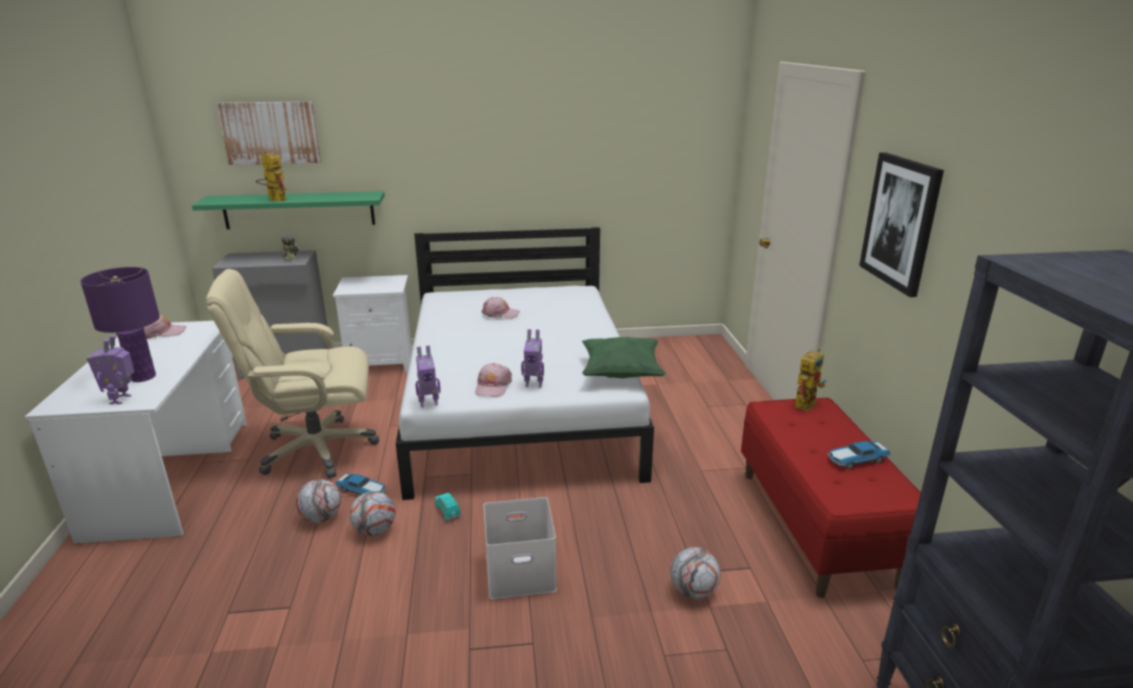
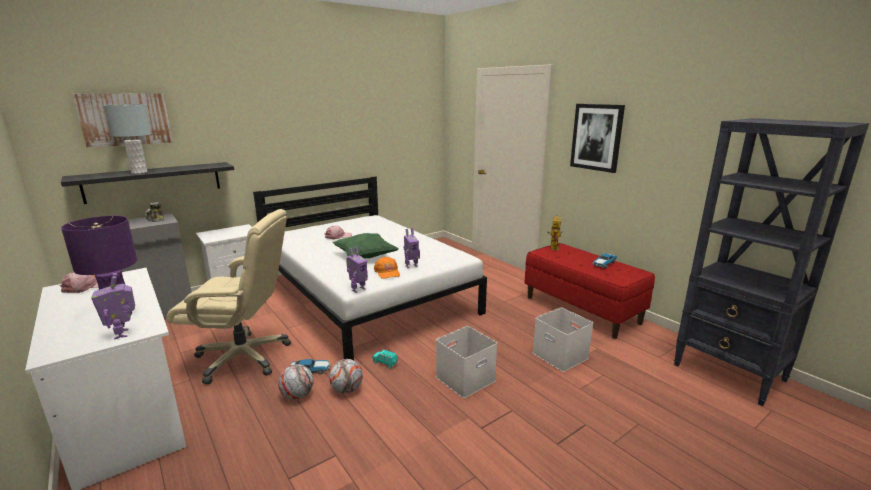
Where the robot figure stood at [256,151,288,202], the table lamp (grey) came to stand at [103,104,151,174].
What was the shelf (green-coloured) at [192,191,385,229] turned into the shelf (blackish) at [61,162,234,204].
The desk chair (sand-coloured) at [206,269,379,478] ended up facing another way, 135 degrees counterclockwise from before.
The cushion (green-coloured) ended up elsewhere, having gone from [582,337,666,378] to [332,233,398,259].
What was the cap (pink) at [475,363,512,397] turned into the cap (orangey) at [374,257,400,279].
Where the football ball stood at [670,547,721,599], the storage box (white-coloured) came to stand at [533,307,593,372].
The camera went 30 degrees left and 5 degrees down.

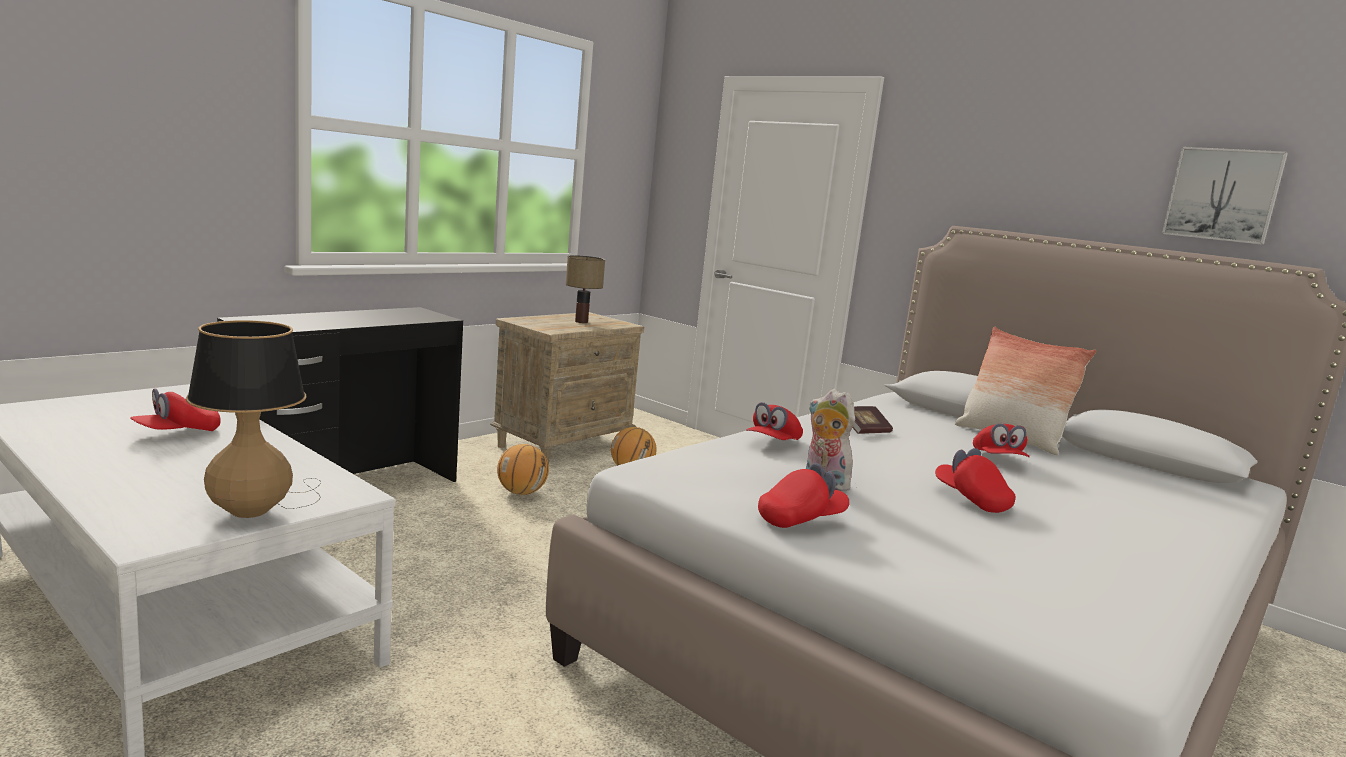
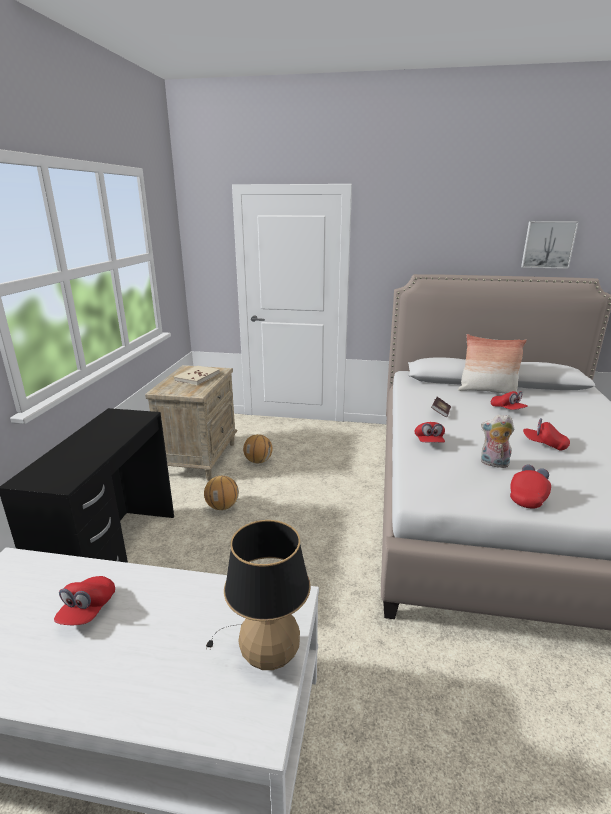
Where the table lamp stood at [566,255,605,323], the volume (sand-coloured) came to stand at [174,366,220,385].
The camera went 30 degrees left and 10 degrees up.

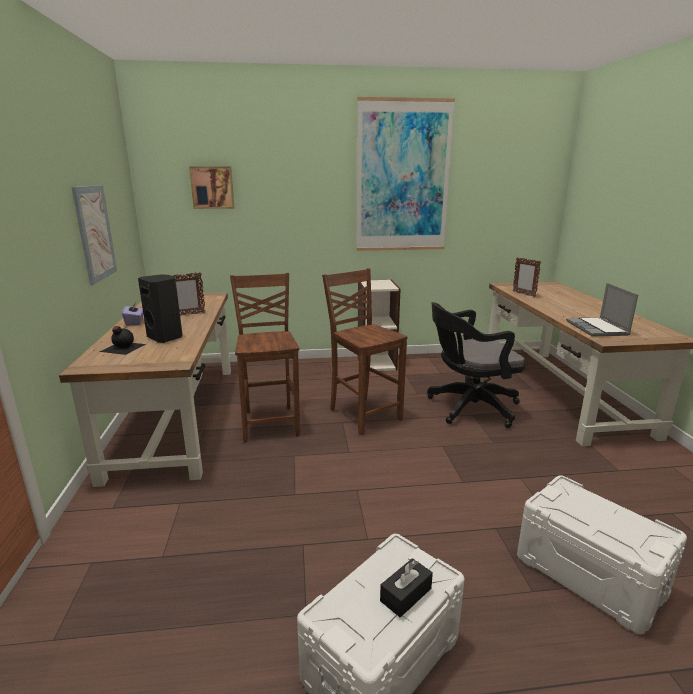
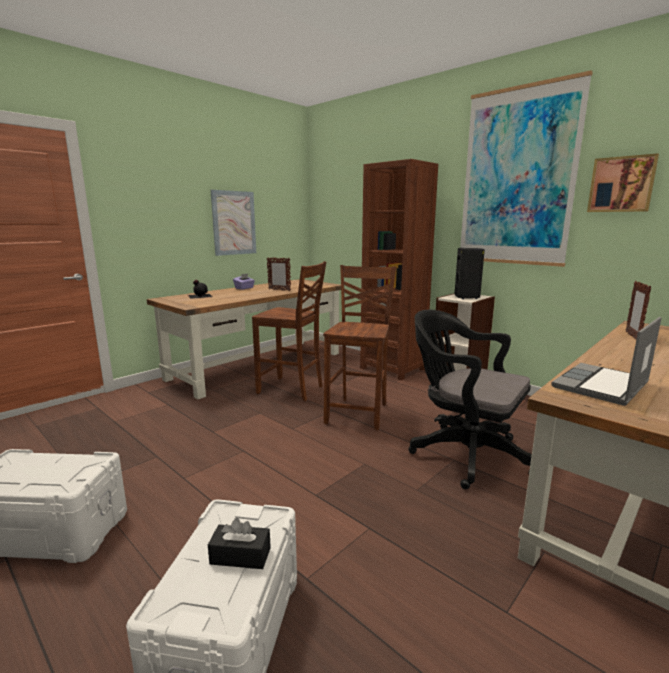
The wall picture ended up elsewhere, having gone from [189,167,234,209] to [587,153,659,212].
The chair (brown) at [230,273,300,443] ended up facing another way, 75 degrees clockwise from before.
The loudspeaker (blackish) ended up elsewhere, having gone from [138,275,182,343] to [454,248,485,299].
The tissue box (blackish) ended up elsewhere, having gone from [380,558,433,617] to [208,518,271,569].
The second view gained the shelving unit (brown) at [360,159,438,381].
The camera went 50 degrees right and 5 degrees down.

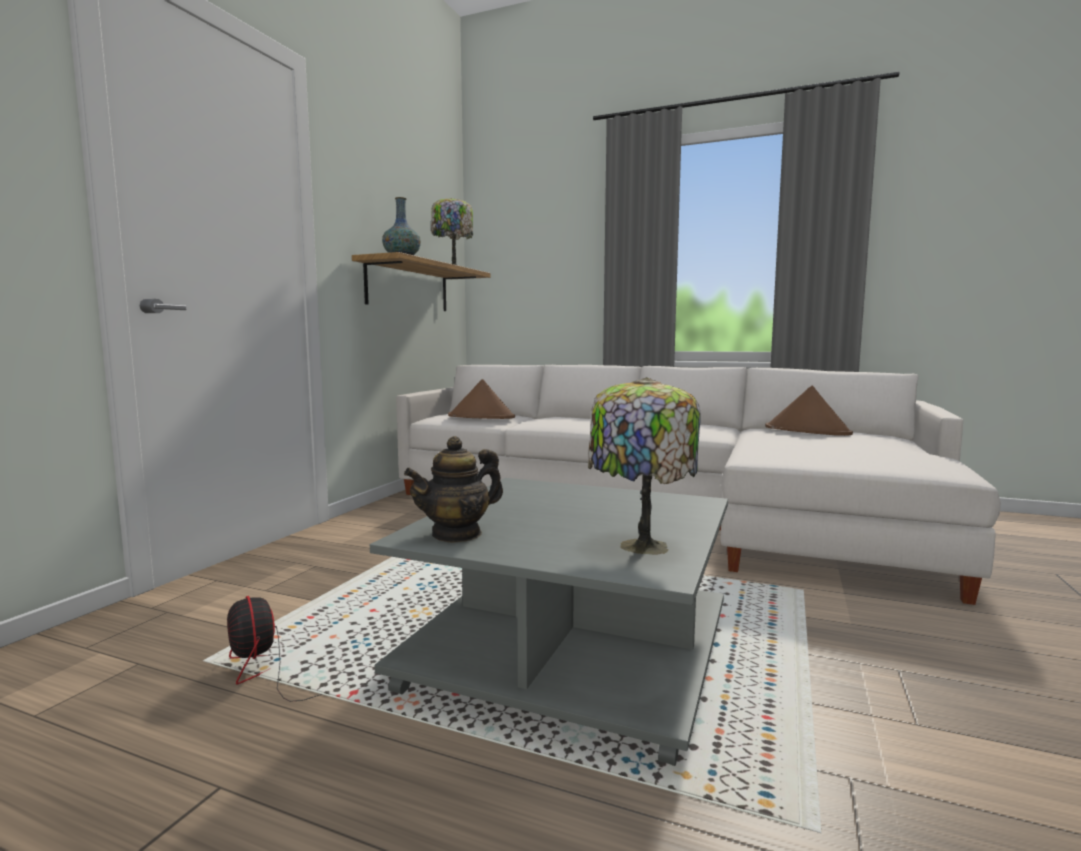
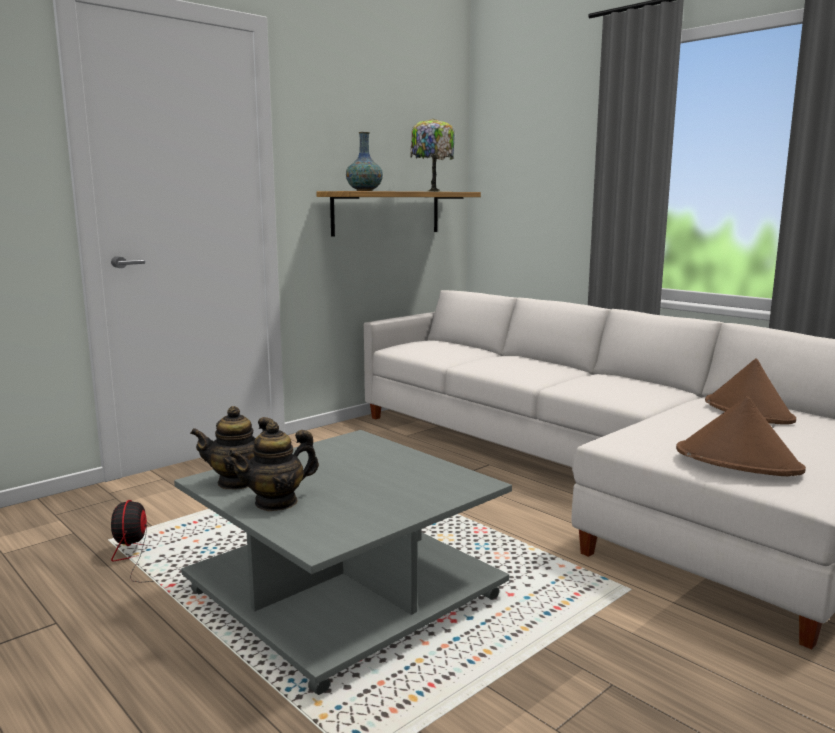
The second view lost the table lamp at [588,377,701,555].
The clothing hat (brown) ended up elsewhere, having gone from [448,379,515,419] to [676,396,806,476].
The second view gained the teapot at [228,421,319,511].
The camera went 25 degrees right and 5 degrees up.

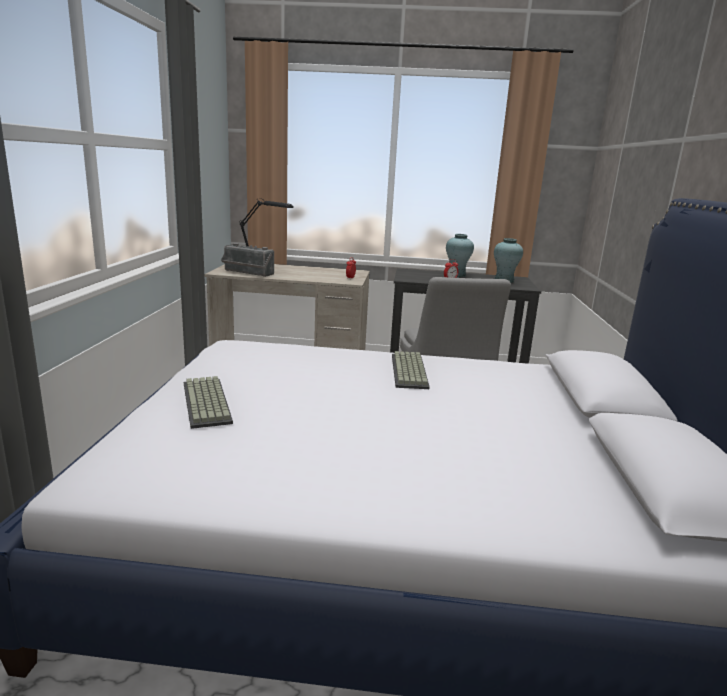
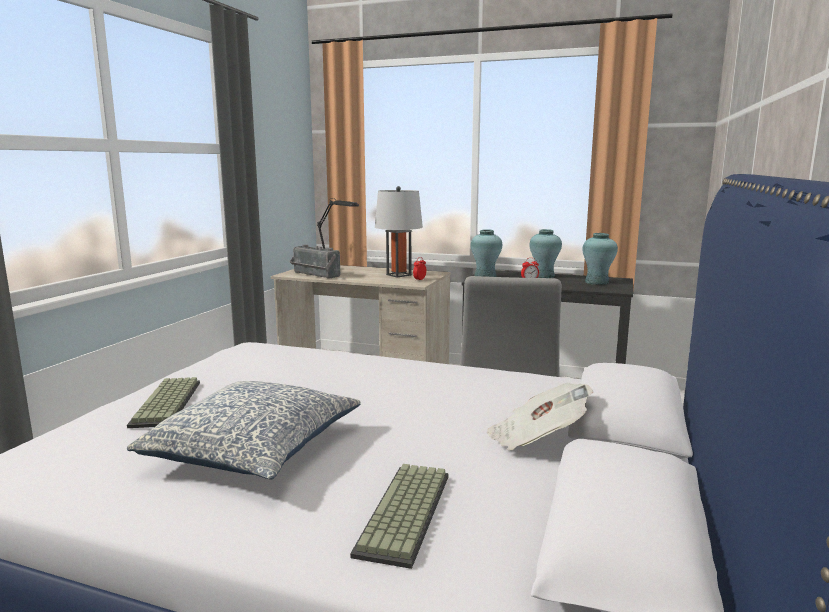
The PC keyboard ended up elsewhere, having gone from [392,351,429,389] to [350,464,448,569].
The second view gained the table lamp (grey) at [375,186,423,278].
The second view gained the decorative vase (turquoise-coloured) at [471,229,502,277].
The second view gained the cushion at [127,381,361,480].
The second view gained the daily paper at [486,382,593,451].
The camera went 15 degrees right and 5 degrees down.

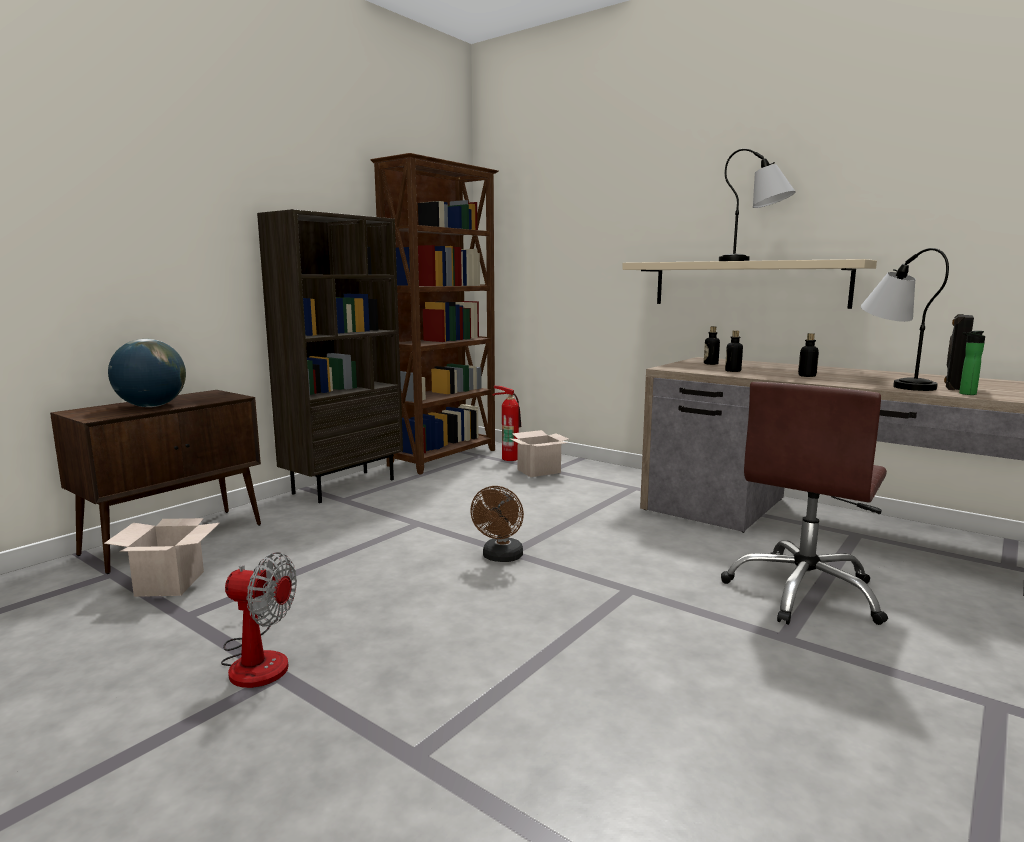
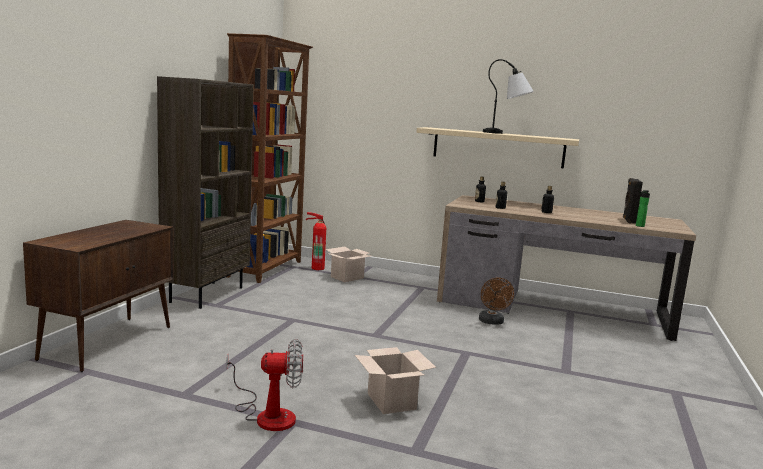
The second view lost the table lamp at [861,248,949,391].
The second view lost the globe at [108,339,186,407].
The second view lost the desk chair (brown) at [721,382,888,625].
The cooling fan (brown) ended up elsewhere, having gone from [470,486,524,562] to [479,277,514,325].
The packing box ended up elsewhere, having gone from [104,518,220,597] to [355,347,436,414].
The camera went 20 degrees left and 0 degrees up.

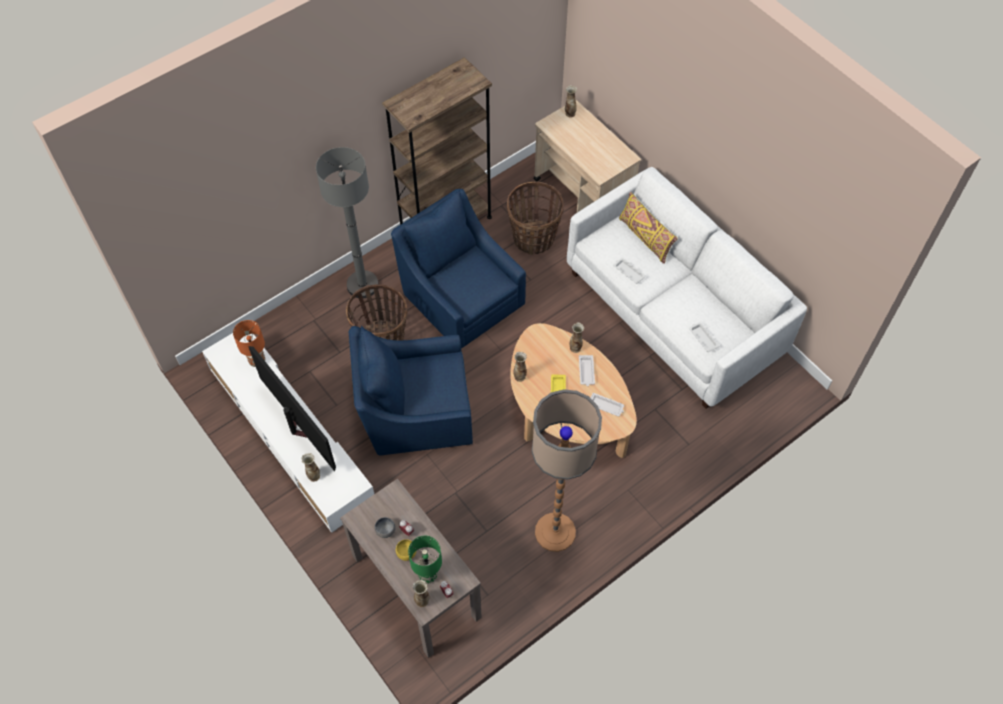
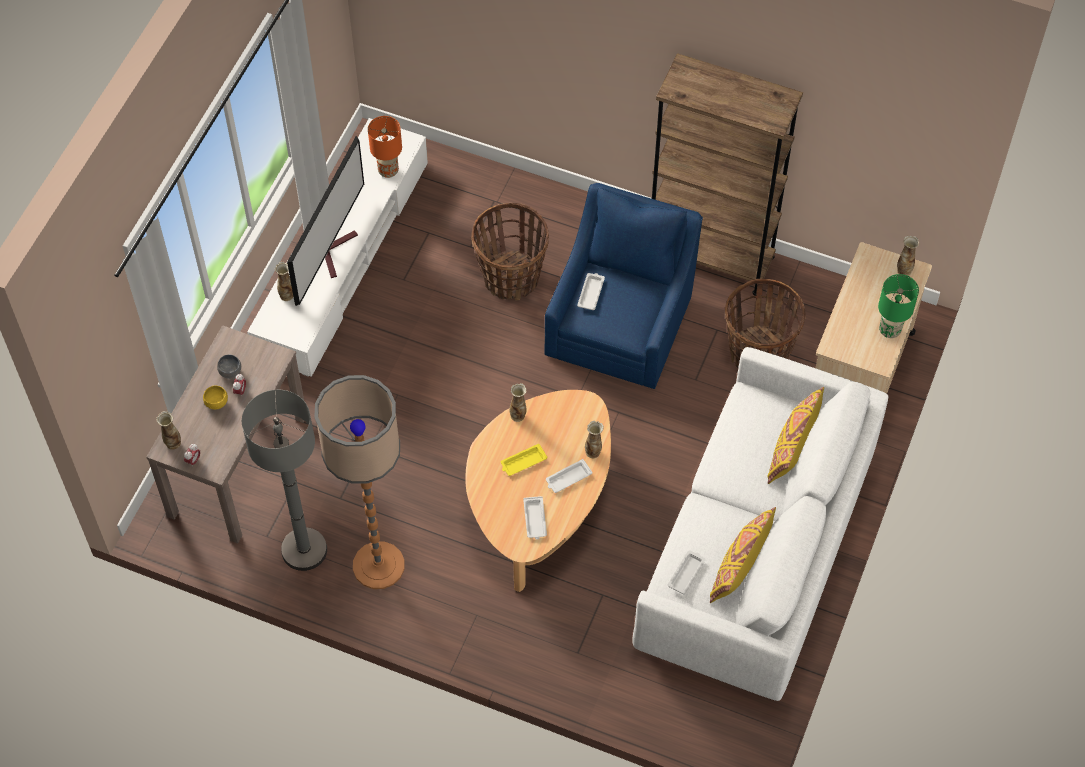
The standing lamp (grey) ended up elsewhere, having gone from [316,147,379,298] to [242,390,327,571].
The serving tray (white-coloured) ended up elsewhere, having gone from [613,258,646,284] to [577,273,605,310].
The second view lost the armchair (blue) at [349,326,473,455].
The table lamp (green-coloured) ended up elsewhere, having gone from [408,536,442,583] to [878,274,919,338].
The second view gained the cushion (yellow-coloured) at [710,507,776,603].
The camera went 60 degrees right and 0 degrees up.

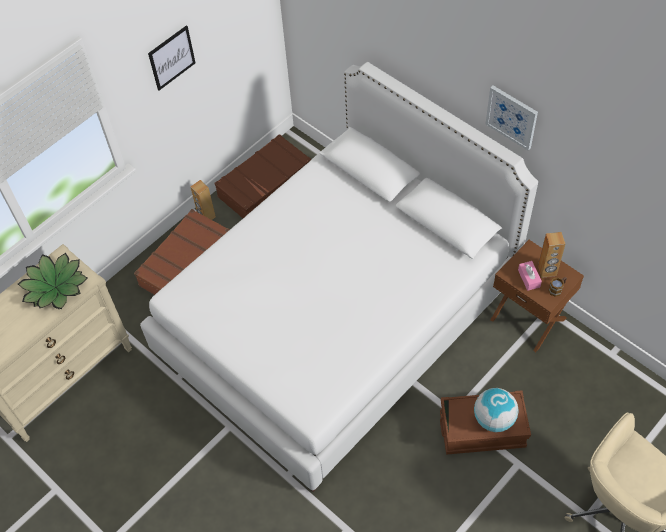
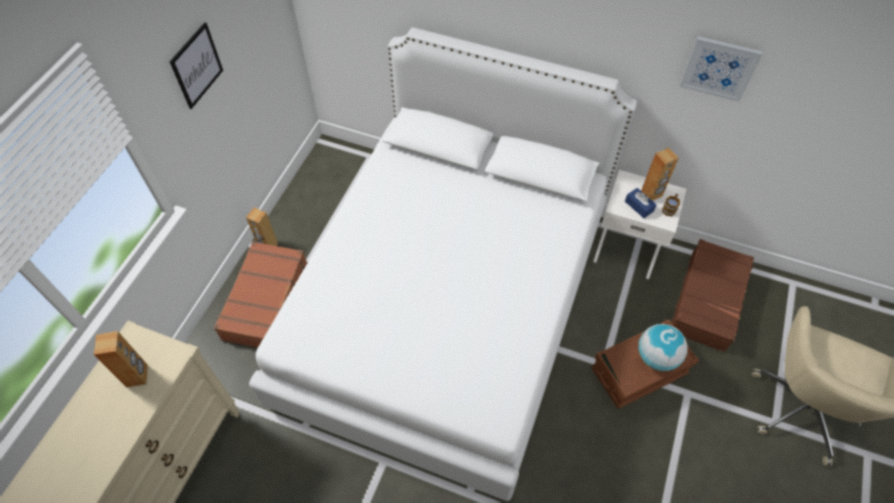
The wall picture ended up elsewhere, having gone from [485,86,538,151] to [679,36,763,102].
The travel case (brown) ended up elsewhere, having gone from [214,134,311,218] to [671,239,754,352].
What was the night table (brown) at [491,240,584,352] turned into the night table (white-coloured) at [593,170,686,279].
Where the potted plant stood at [18,253,88,309], the loudspeaker (brown) came to stand at [94,331,148,387].
What was the tissue box (pink) at [518,261,542,291] turned into the tissue box (blue) at [625,188,657,218].
The camera went 25 degrees left and 0 degrees up.

